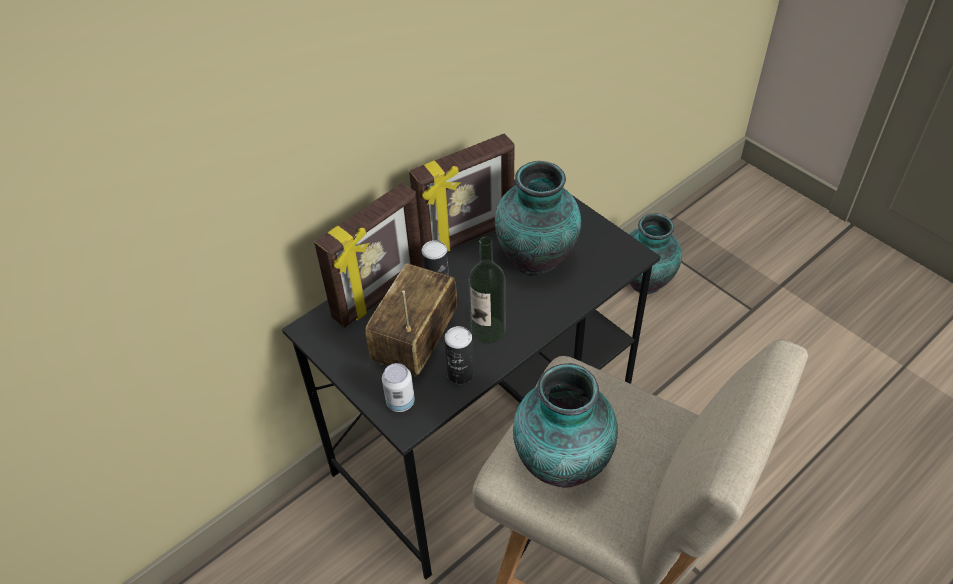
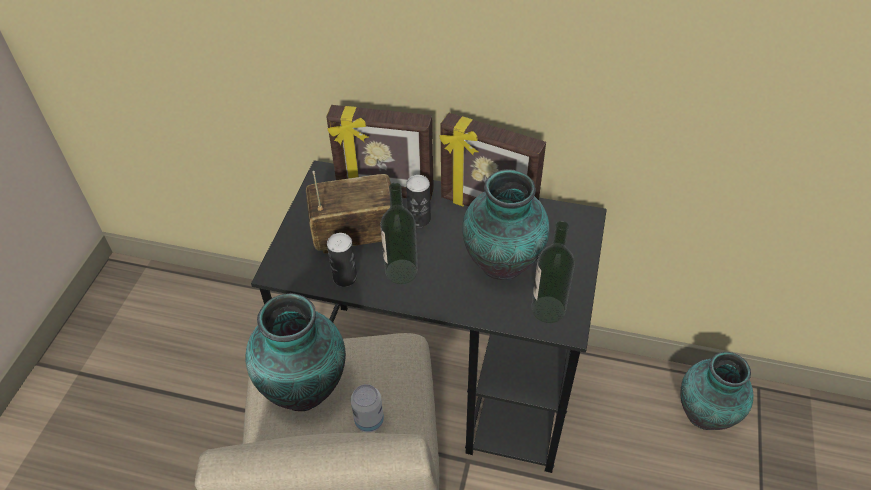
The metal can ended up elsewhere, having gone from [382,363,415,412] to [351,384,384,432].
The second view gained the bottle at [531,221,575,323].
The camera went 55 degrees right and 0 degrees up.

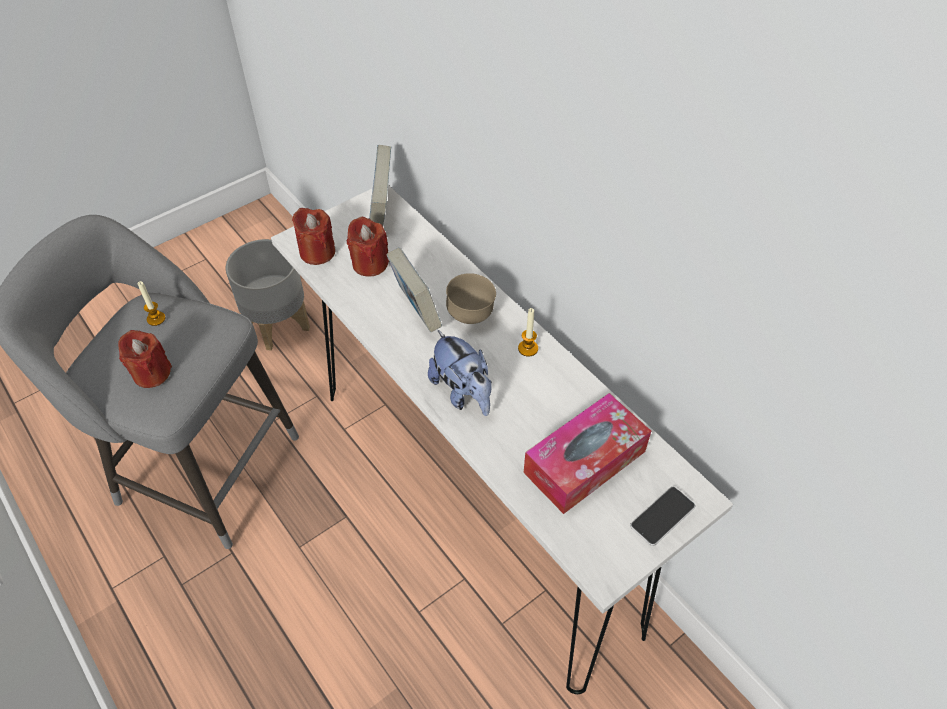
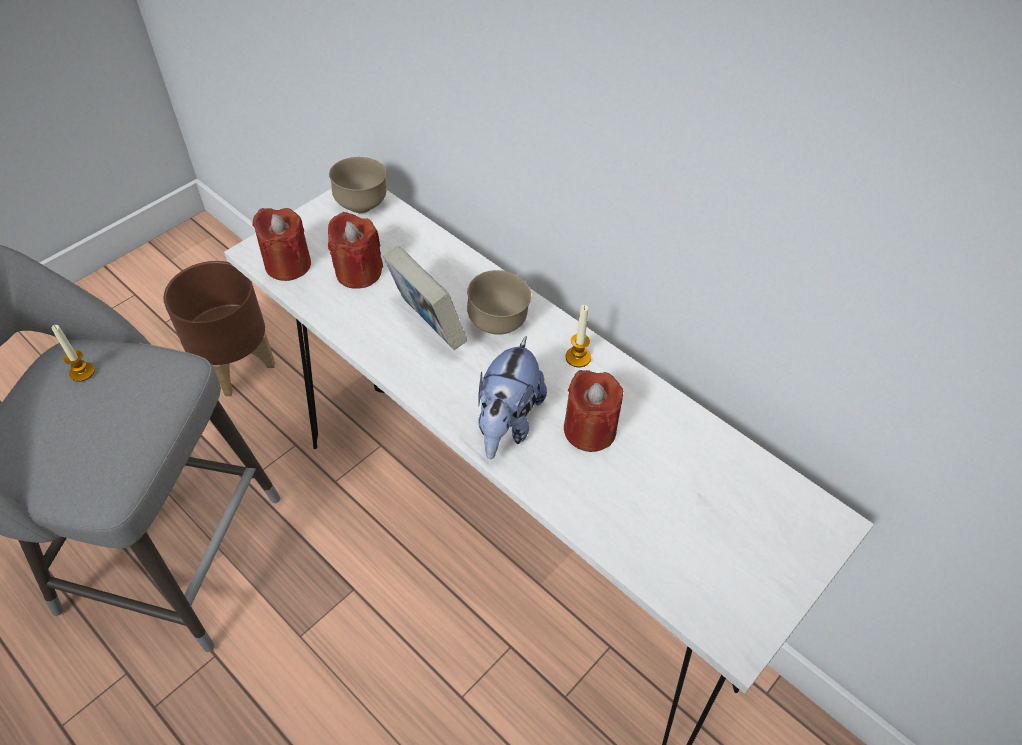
Where the volume stood at [369,145,391,226], the serving bowl (brown) came to stand at [329,157,387,213].
What was the plant pot (grey) at [226,239,310,351] turned into the plant pot (brown) at [163,261,275,396].
The wax light (red-coloured) ended up elsewhere, having gone from [118,330,172,388] to [564,370,623,452].
The plush toy at [428,330,492,416] ended up facing another way, 60 degrees clockwise from before.
The second view lost the tissue box at [524,393,651,514].
The second view lost the phone at [630,487,695,546].
The camera went 10 degrees left and 0 degrees up.

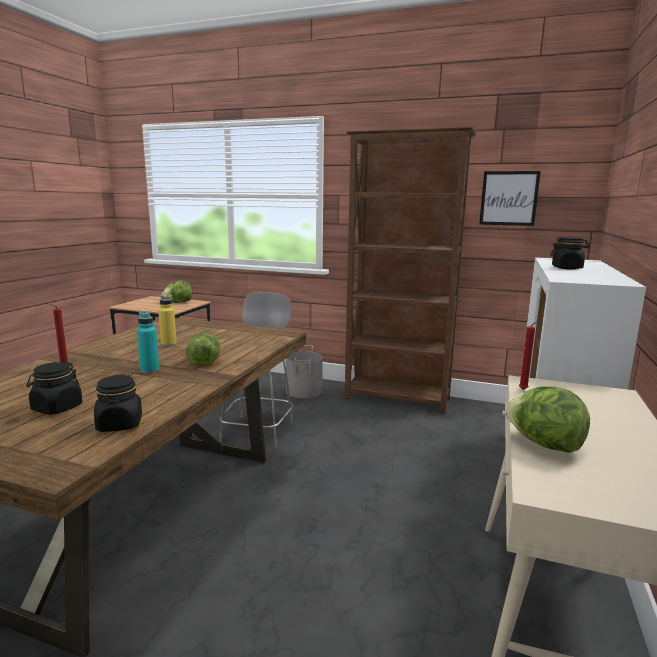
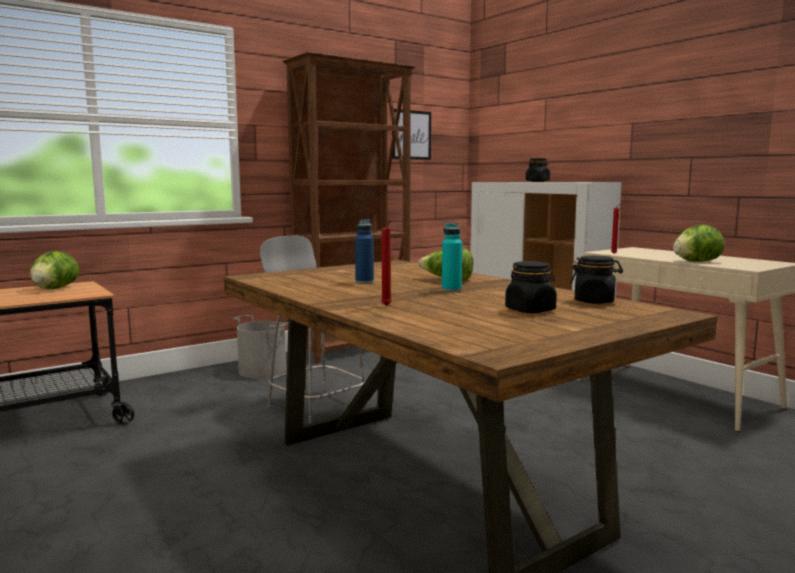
What was the bottle (yellow-coloured) at [158,295,177,347] turned into the bottle (blue) at [355,219,374,284].
The camera went 55 degrees left and 5 degrees down.

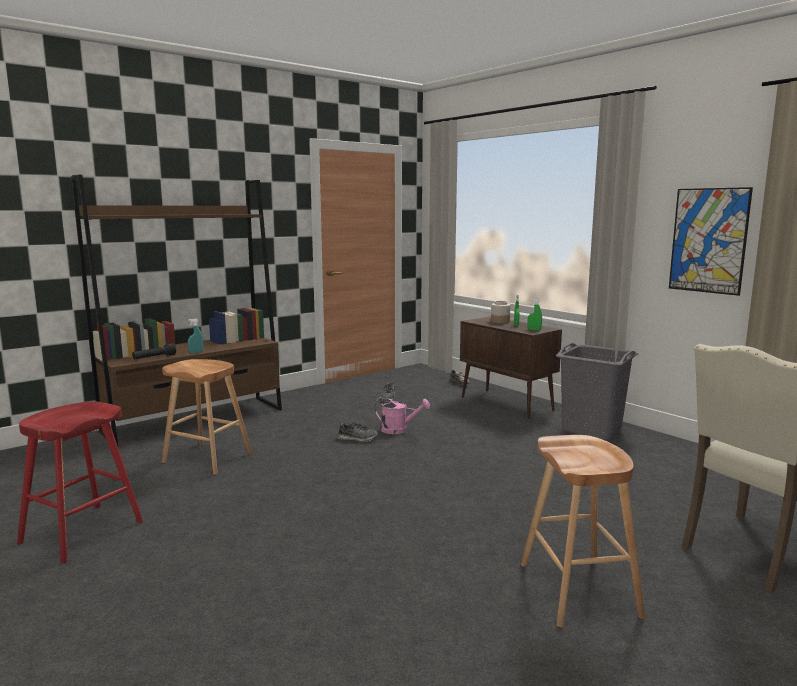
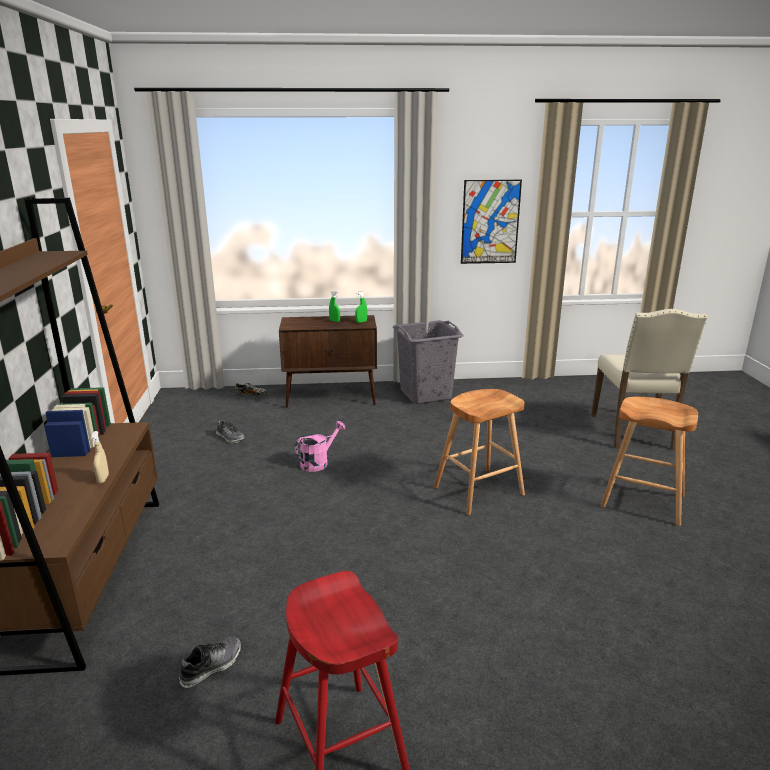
The second view lost the preserve jar at [491,301,511,324].
What was the hand sprayer (turquoise-coloured) at [188,319,203,353] turned into the hand sprayer (sand-coloured) at [90,431,109,483].
The second view lost the hand torch (blackish) at [132,343,176,359].
The stool (brown) ended up elsewhere, having gone from [161,359,253,475] to [434,389,525,515].
The item of footwear ended up elsewhere, having gone from [338,421,378,442] to [179,636,241,688].
The camera went 55 degrees left and 10 degrees up.

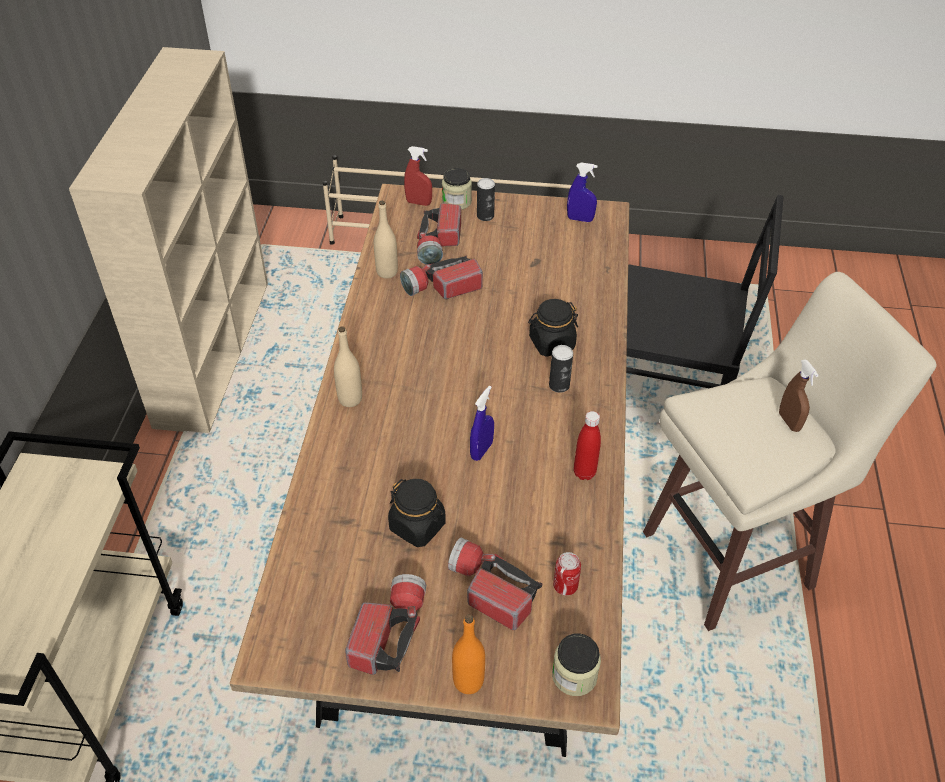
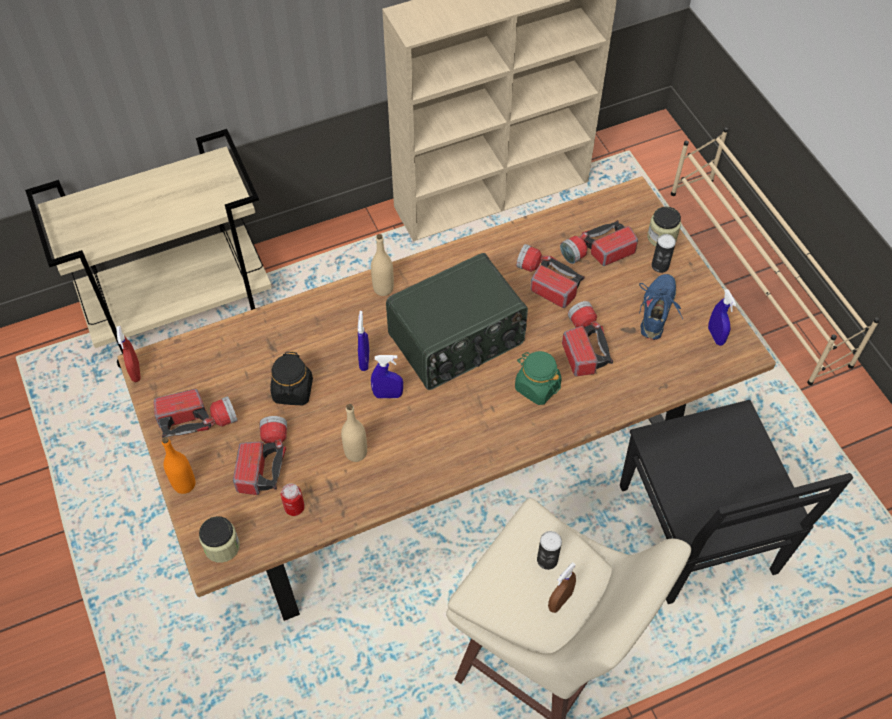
The hand sprayer (red-coloured) ended up elsewhere, having gone from [404,146,432,206] to [116,326,141,382].
The bottle (sand-coloured) ended up elsewhere, having gone from [374,201,398,278] to [341,404,367,462].
What was the preserve jar (blackish) at [528,299,578,357] turned into the preserve jar (green-coloured) at [515,351,562,405].
The metal can ended up elsewhere, having gone from [549,345,573,393] to [537,531,562,570].
The second view lost the bottle (red-coloured) at [574,411,601,480].
The second view gained the radio at [386,253,528,390].
The second view gained the item of footwear (blue) at [639,274,683,340].
The second view gained the hand torch at [562,301,613,376].
The second view gained the hand sprayer (blue) at [358,311,369,371].
The camera went 60 degrees right and 10 degrees up.

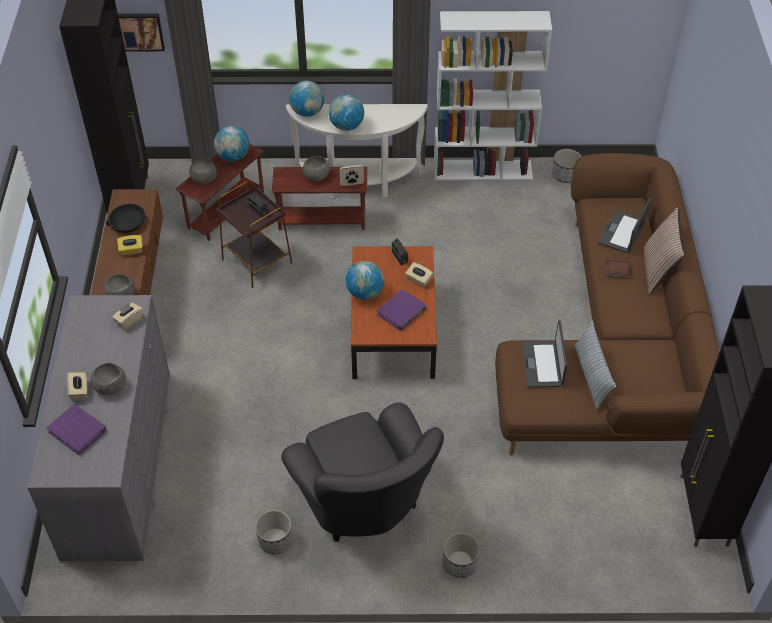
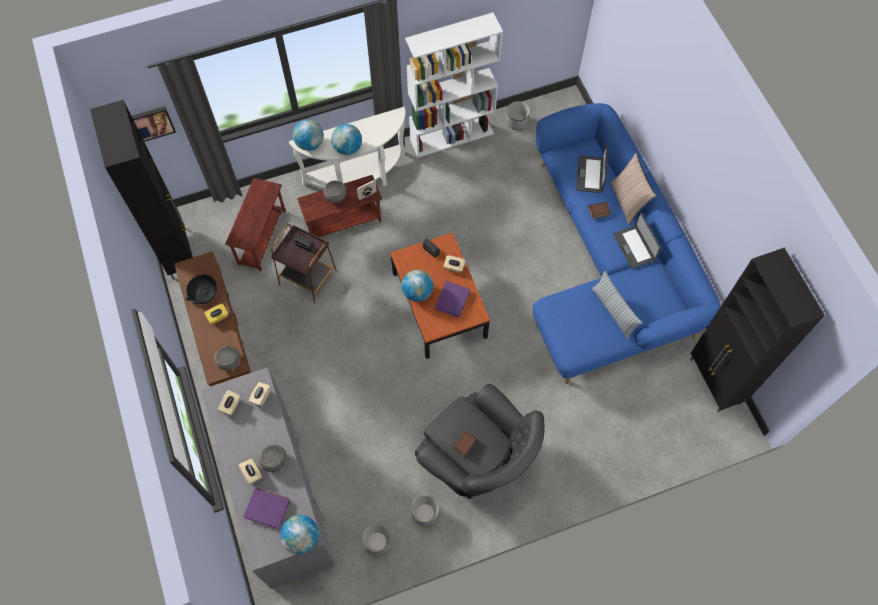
The globe ended up elsewhere, having gone from [214,126,249,161] to [280,515,319,554].
What was the couch (brown) at [495,153,720,456] turned into the couch (blue) at [532,103,720,384].
The second view lost the serving bowl (grey) at [189,158,217,184].
The laptop ended up elsewhere, having gone from [522,320,567,387] to [613,213,661,269].
The plant pot ended up elsewhere, having gone from [443,533,480,578] to [362,524,391,556].
The second view gained the tissue box (sand-coloured) at [218,390,240,415].
The second view gained the volume at [453,431,478,457].
The camera went 20 degrees left and 15 degrees up.

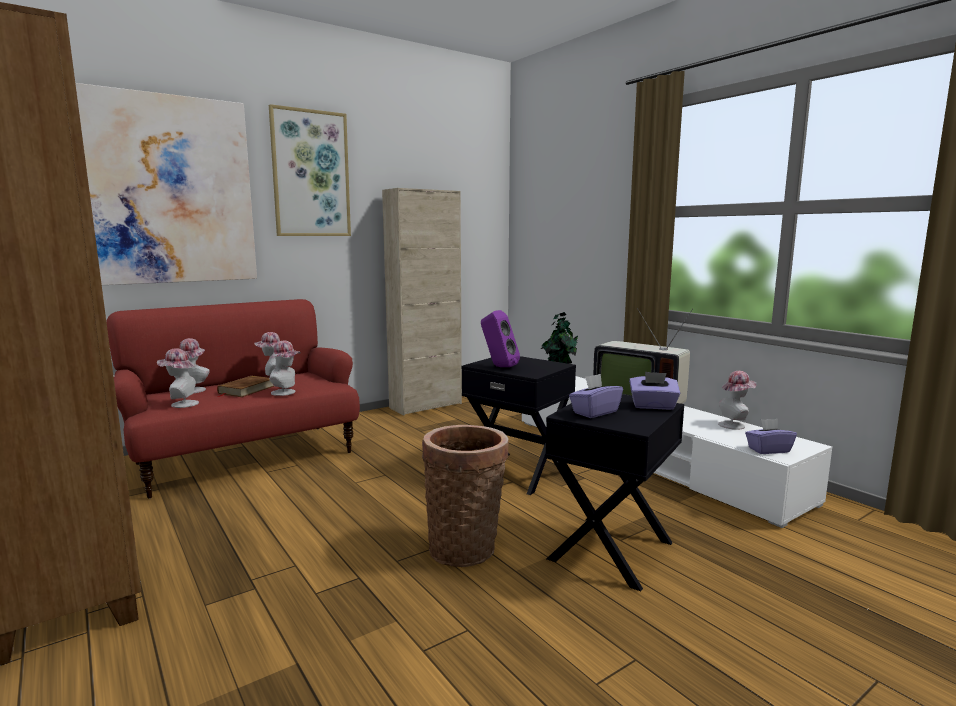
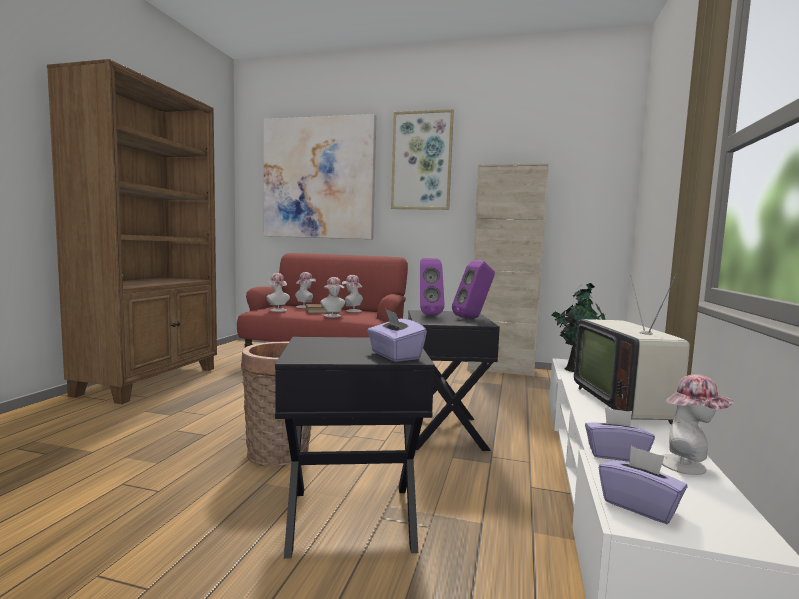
The tissue box (purple) ended up elsewhere, having gone from [569,374,623,418] to [585,408,655,462].
The second view gained the loudspeaker (purple) at [452,260,495,319].
The camera went 50 degrees right and 5 degrees down.

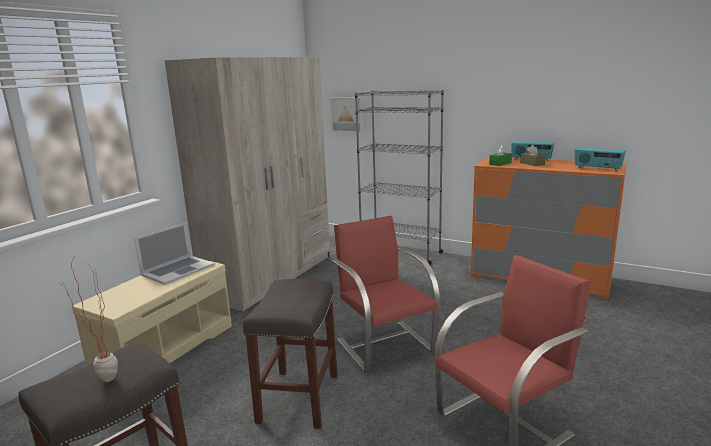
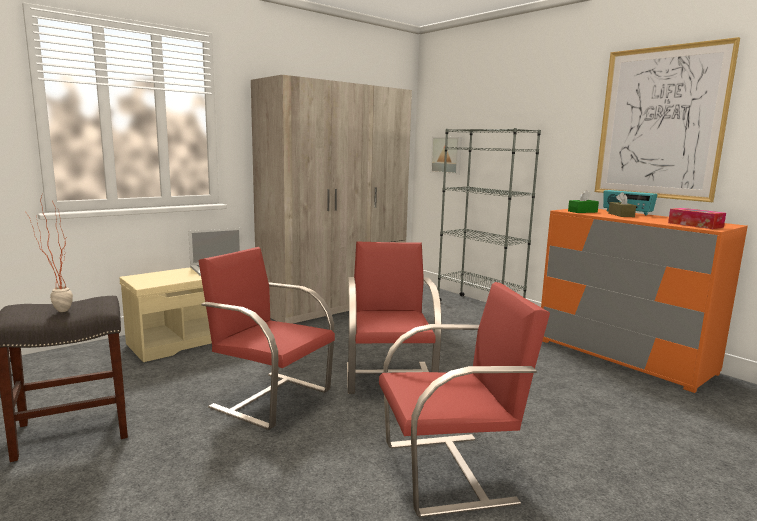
Where the radio stood at [575,148,626,172], the tissue box came to stand at [668,208,726,229].
Where the stool (grey) stood at [243,279,338,429], the chair (red-coloured) came to stand at [198,247,335,430].
The second view gained the wall picture at [595,37,740,202].
The camera went 20 degrees right and 5 degrees down.

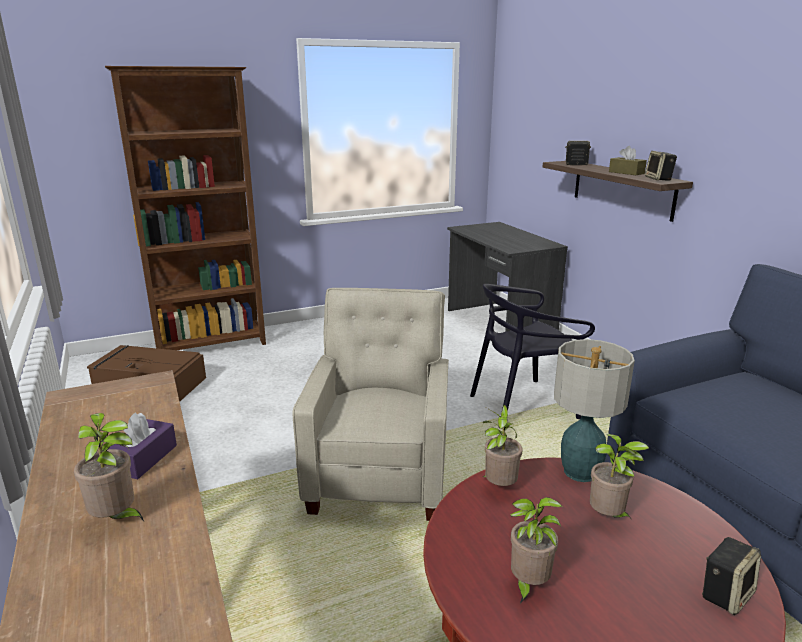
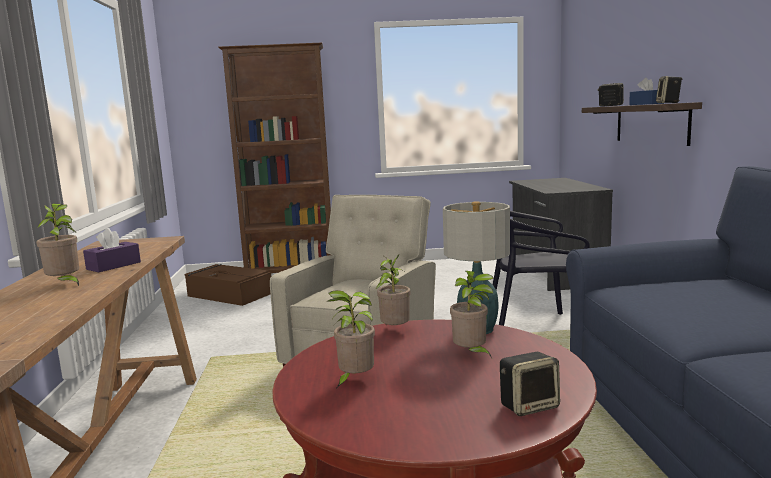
What was the tissue box (brown) at [609,146,647,175] turned into the tissue box (blue) at [629,78,664,105].
The camera went 20 degrees right and 10 degrees down.

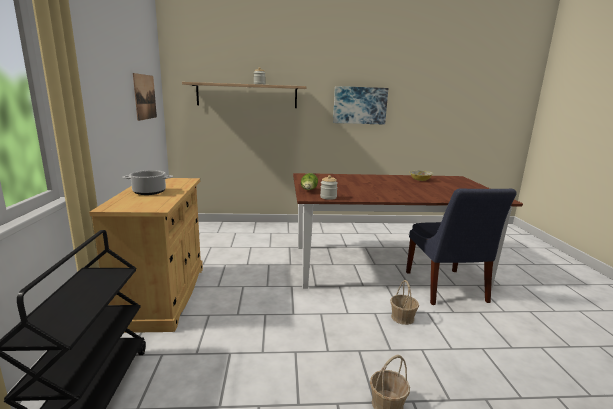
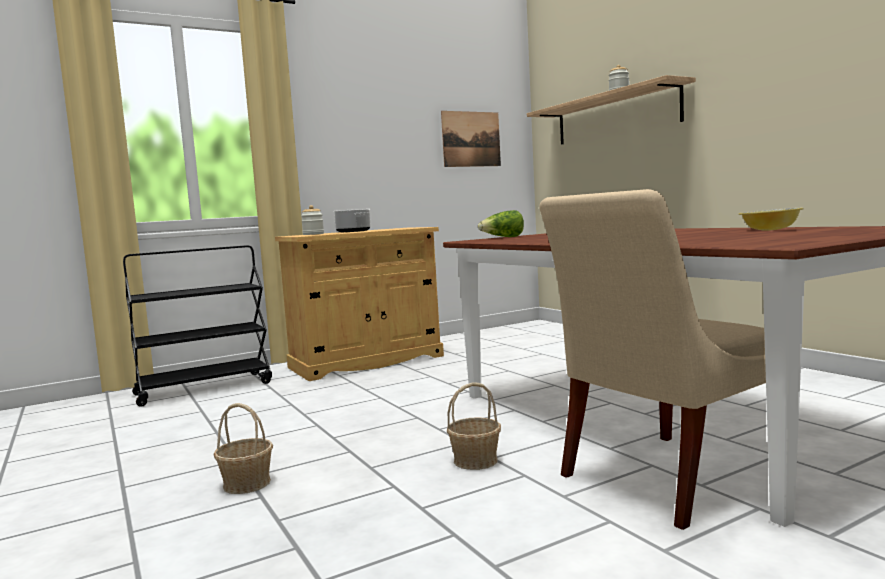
The second view lost the wall picture at [333,86,388,125].
The preserve jar ended up elsewhere, having gone from [320,175,338,200] to [301,205,324,235].
What was the chair (blue) at [406,188,517,305] turned into the chair (sand-coloured) at [540,189,766,530].
The camera went 65 degrees right and 10 degrees down.

